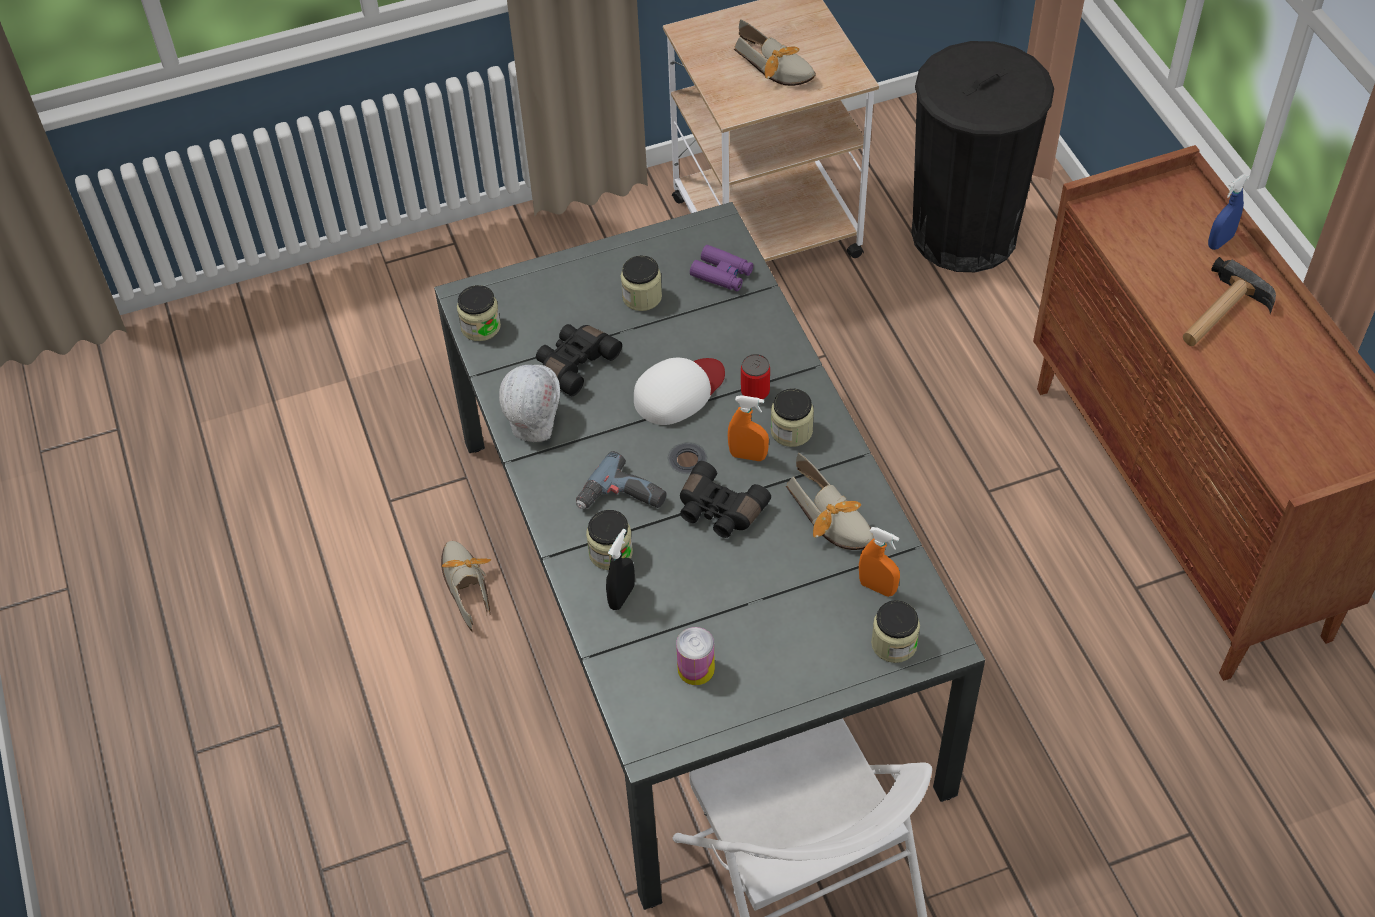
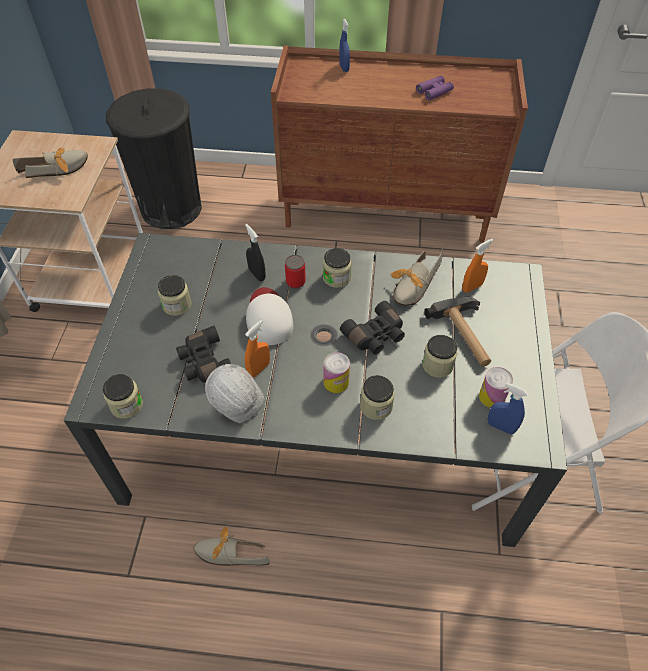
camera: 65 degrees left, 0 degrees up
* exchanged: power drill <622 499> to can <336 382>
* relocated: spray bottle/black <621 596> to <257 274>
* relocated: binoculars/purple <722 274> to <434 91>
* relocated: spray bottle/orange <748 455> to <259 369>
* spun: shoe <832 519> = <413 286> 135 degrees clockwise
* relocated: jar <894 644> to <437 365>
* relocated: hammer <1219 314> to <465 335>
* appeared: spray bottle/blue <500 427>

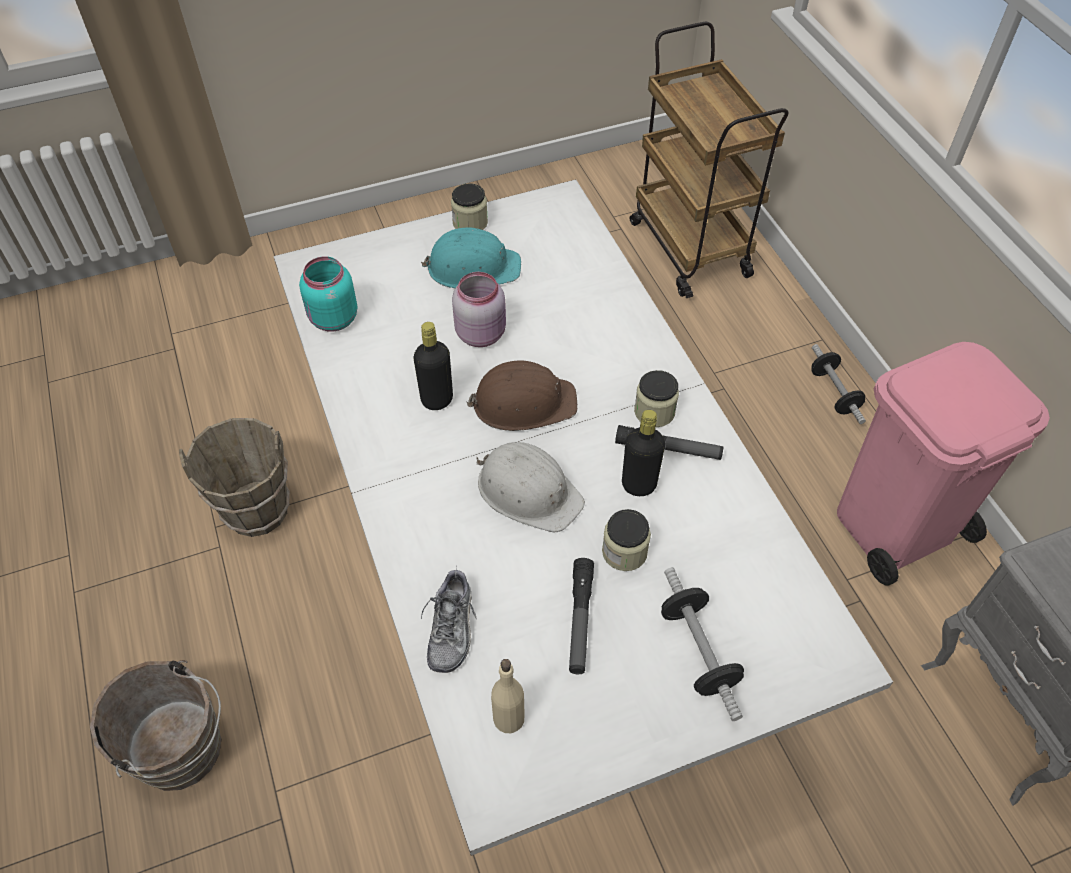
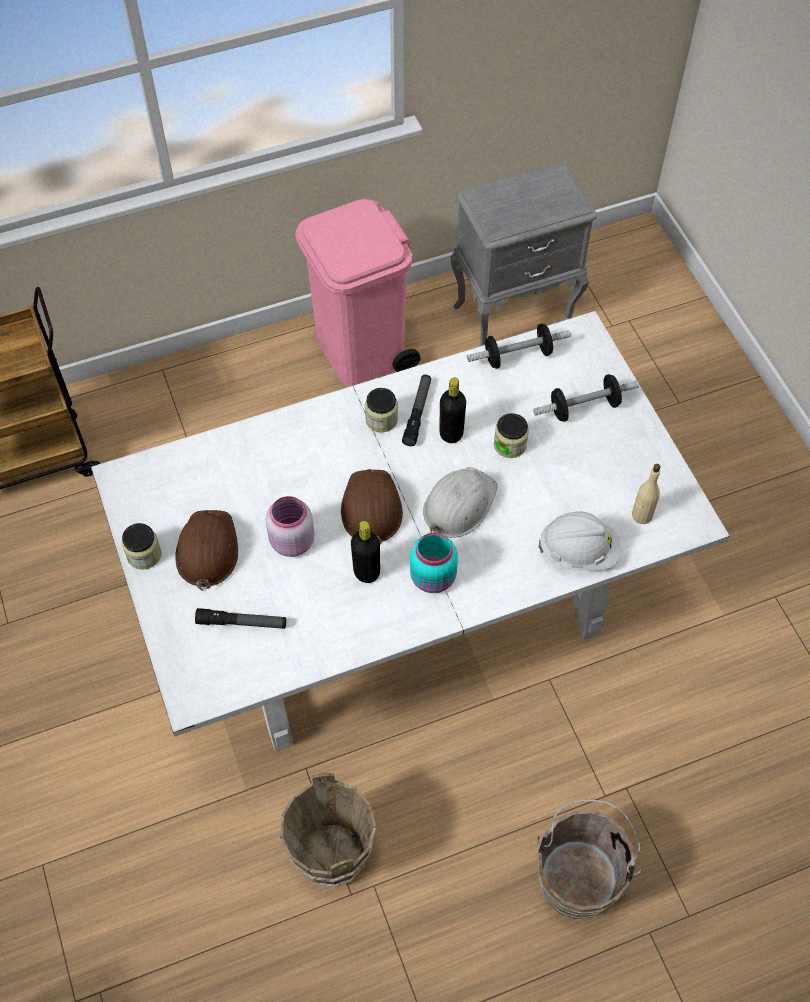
camera: 90 degrees left, 5 degrees up
* relocated: jar/turquoise <332 319> to <434 578>
* colour: hard hat/turquoise <473 267> to hard hat/brown <207 550>
* exchanged: shoe <451 628> to hard hat/white <578 552>
* relocated: flashlight <580 619> to <241 623>
* relocated: dumbbell <834 393> to <517 356>

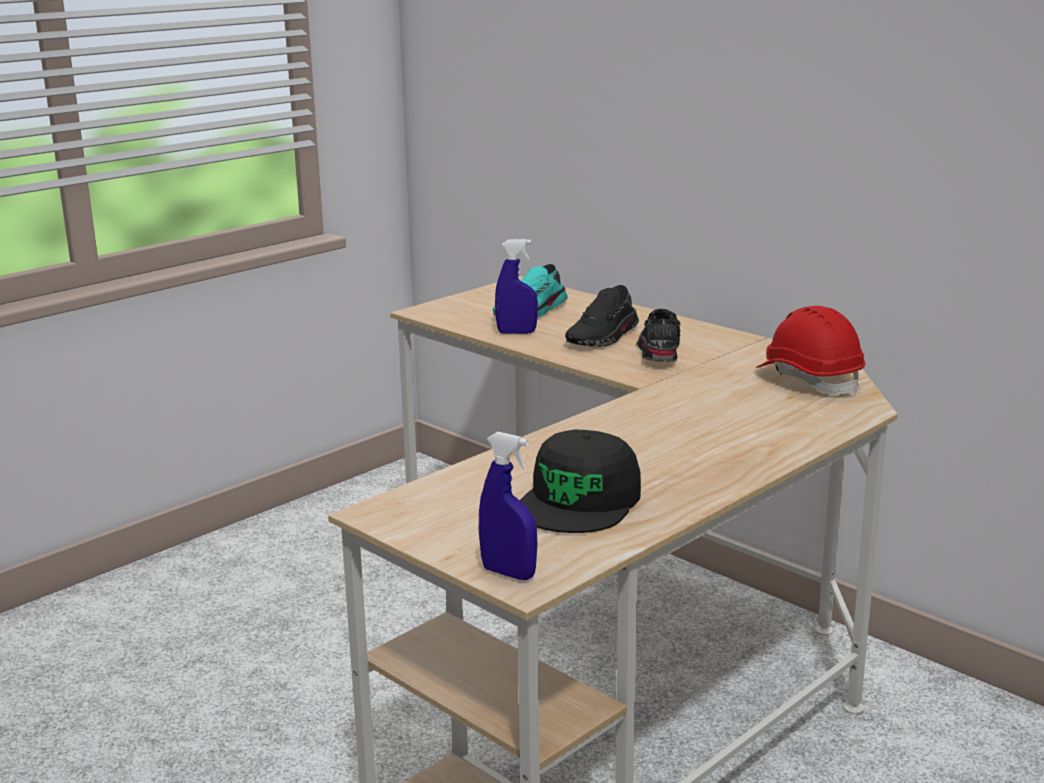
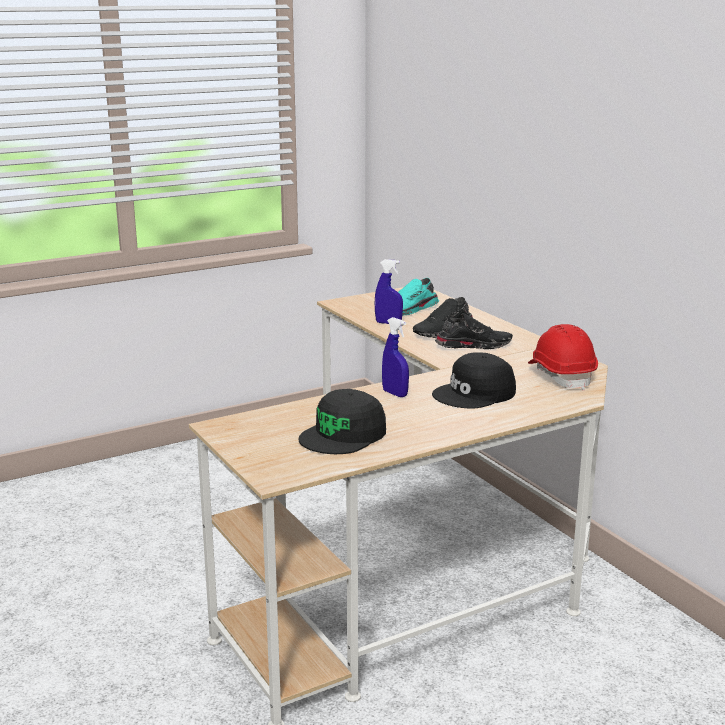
camera: 15 degrees right, 0 degrees up
* relocated: spray bottle/blue <508 573> to <395 394>
* spun: shoe/black <658 351> = <473 345> 60 degrees clockwise
* appeared: cap/black <475 394>

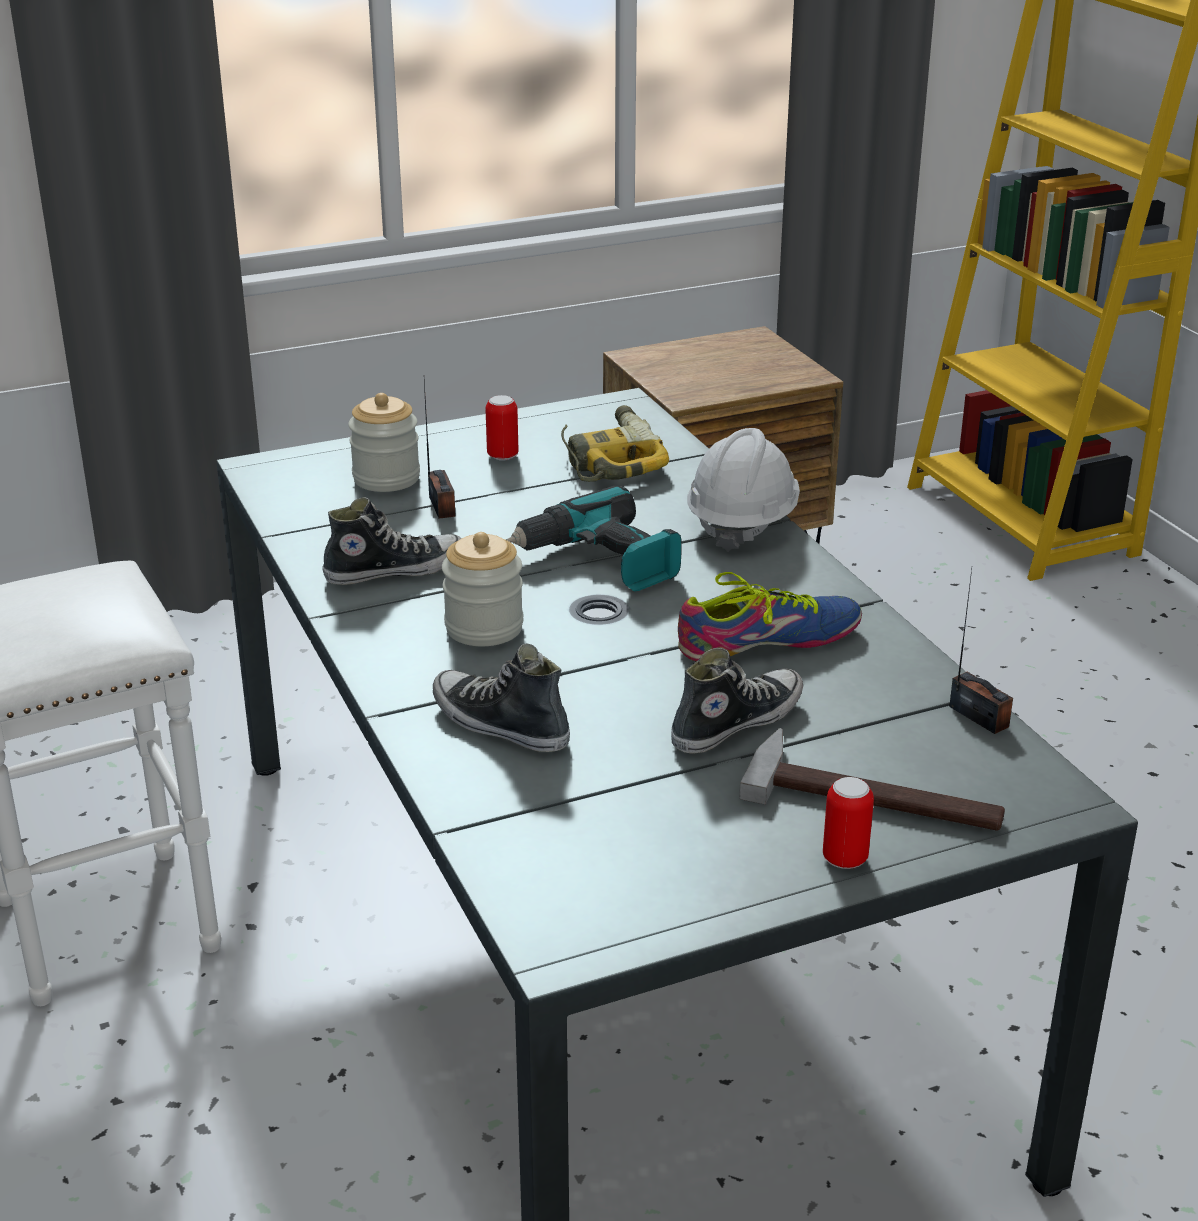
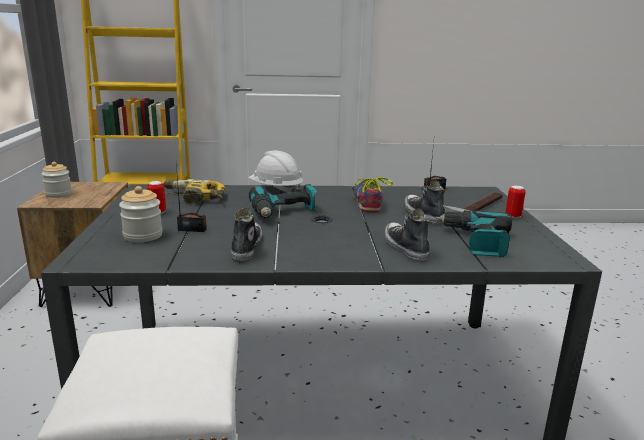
camera: 70 degrees left, 10 degrees down
* spun: shoe <499 724> = <405 247> 105 degrees clockwise
* relocated: jar <484 628> to <58 194>
* appeared: power drill <475 241>

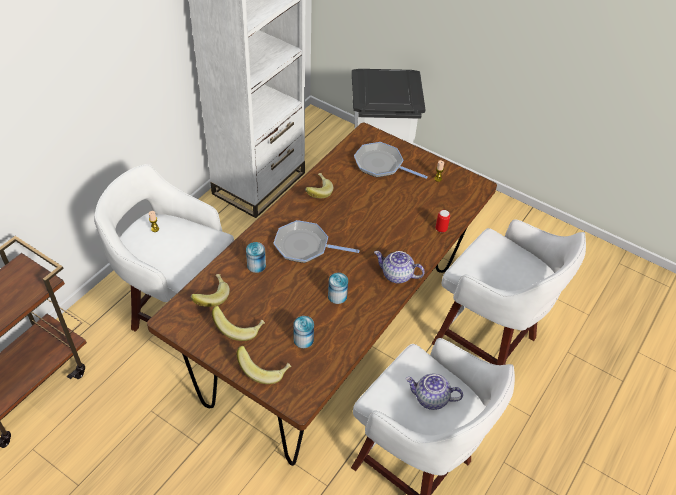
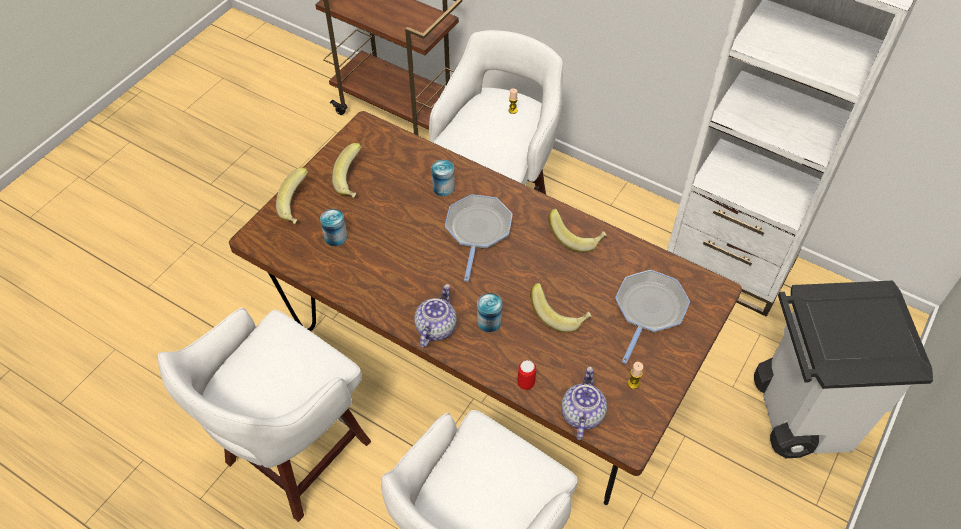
camera: 90 degrees right, 5 degrees up
* relocated: banana <210 297> to <559 315>
* relocated: can <337 296> to <489 321>
* relocated: teapot <431 398> to <581 414>

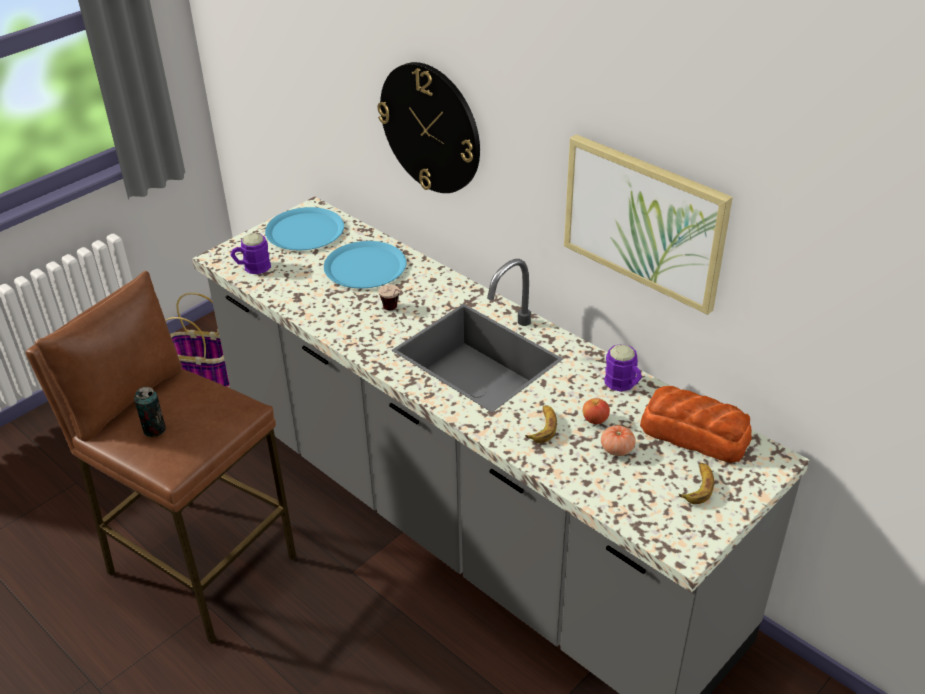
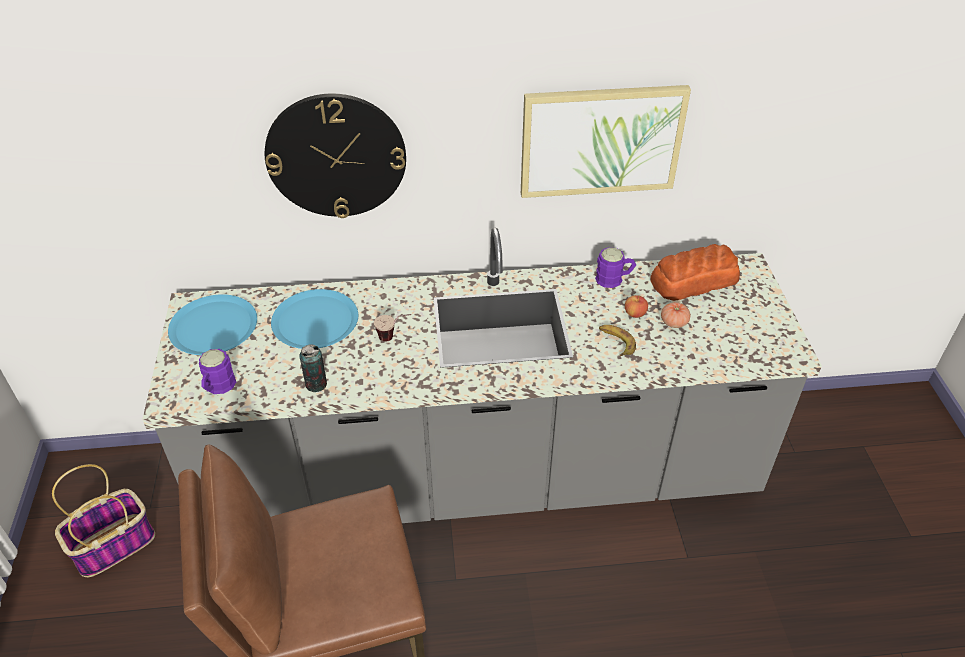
camera: 50 degrees left, 5 degrees up
* relocated: can <154 429> to <316 384>
* missing: banana <698 486>

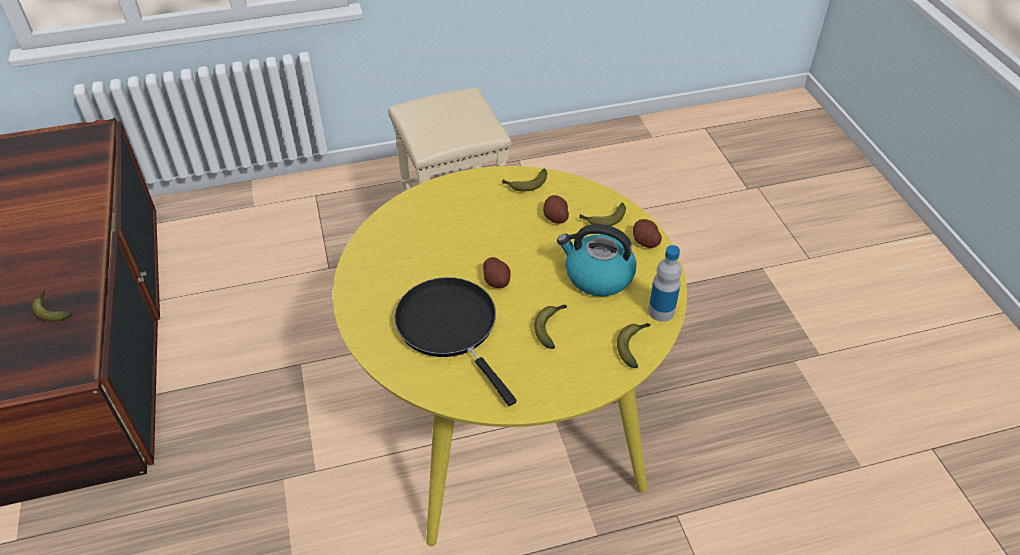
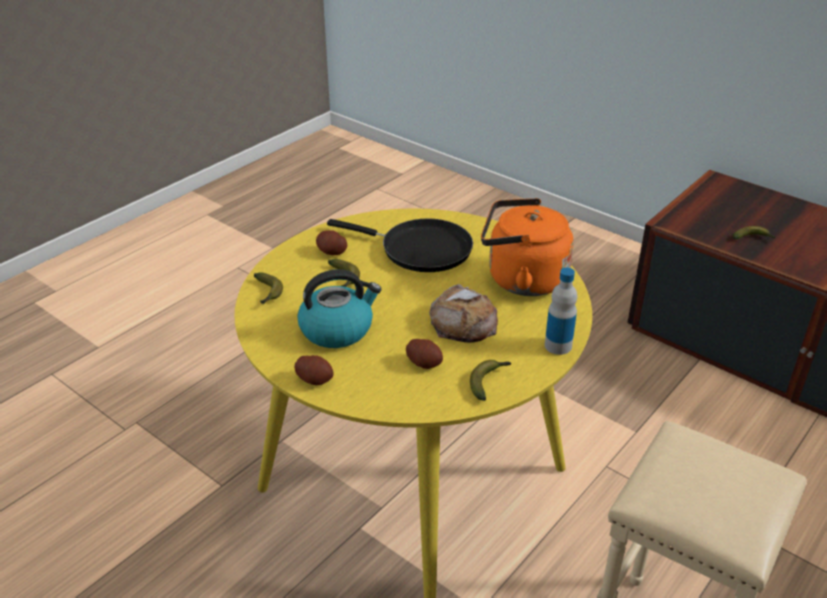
camera: 145 degrees right, 10 degrees down
* relocated: potato <496 281> to <331 252>
* missing: banana <603 220>
* relocated: bottle <661 311> to <558 345>
* appeared: bread <463 322>
* appeared: kettle/orange <521 279>

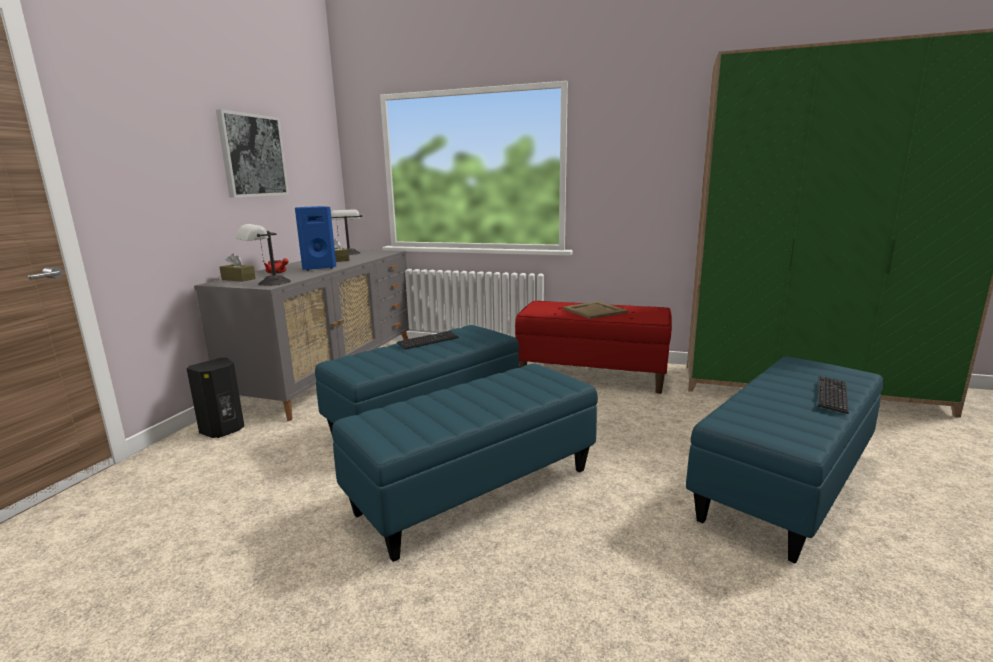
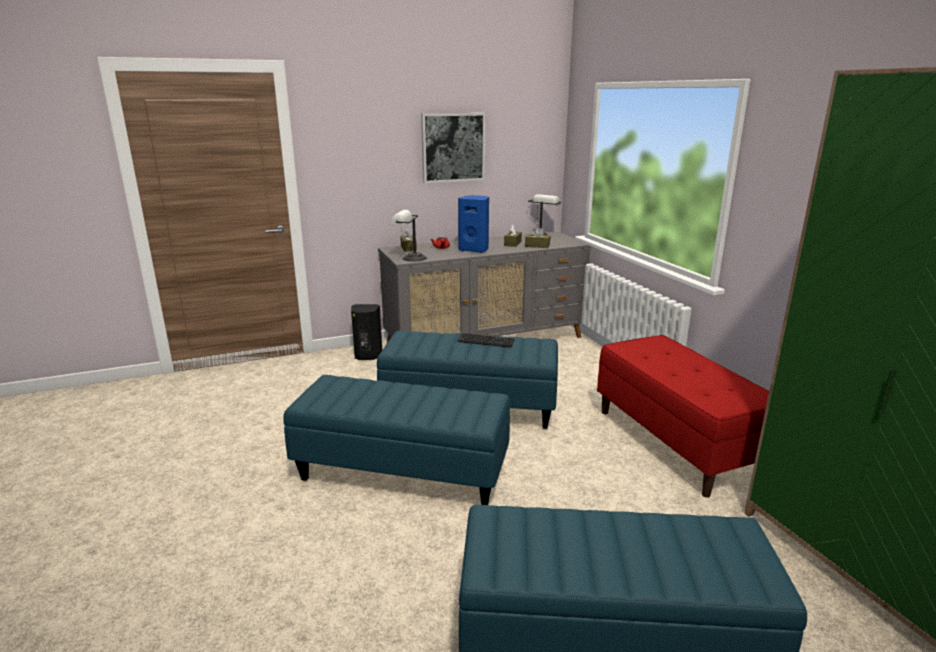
camera: 50 degrees right, 5 degrees up
* missing: tray/beige <594 310>
* missing: keyboard <832 396>
* appeared: tissue box/brown <537 246>

